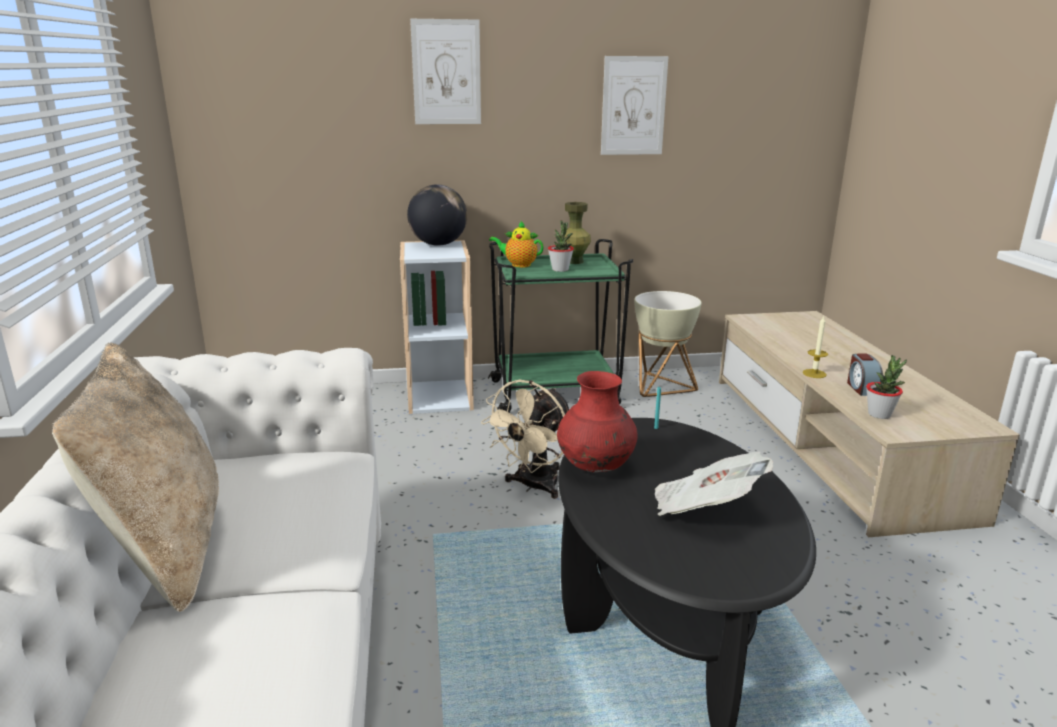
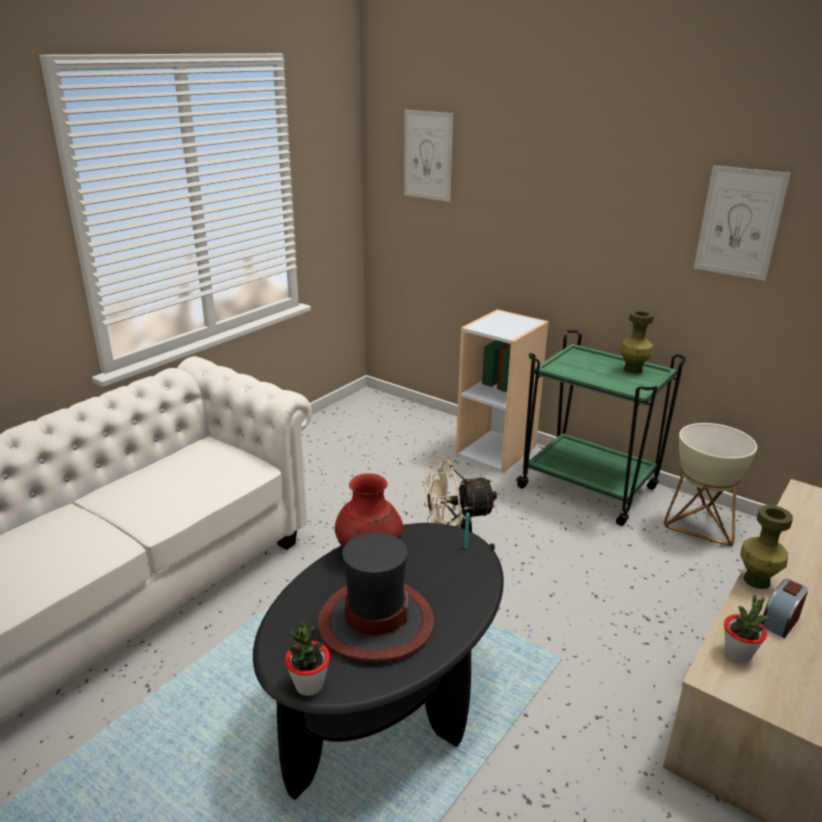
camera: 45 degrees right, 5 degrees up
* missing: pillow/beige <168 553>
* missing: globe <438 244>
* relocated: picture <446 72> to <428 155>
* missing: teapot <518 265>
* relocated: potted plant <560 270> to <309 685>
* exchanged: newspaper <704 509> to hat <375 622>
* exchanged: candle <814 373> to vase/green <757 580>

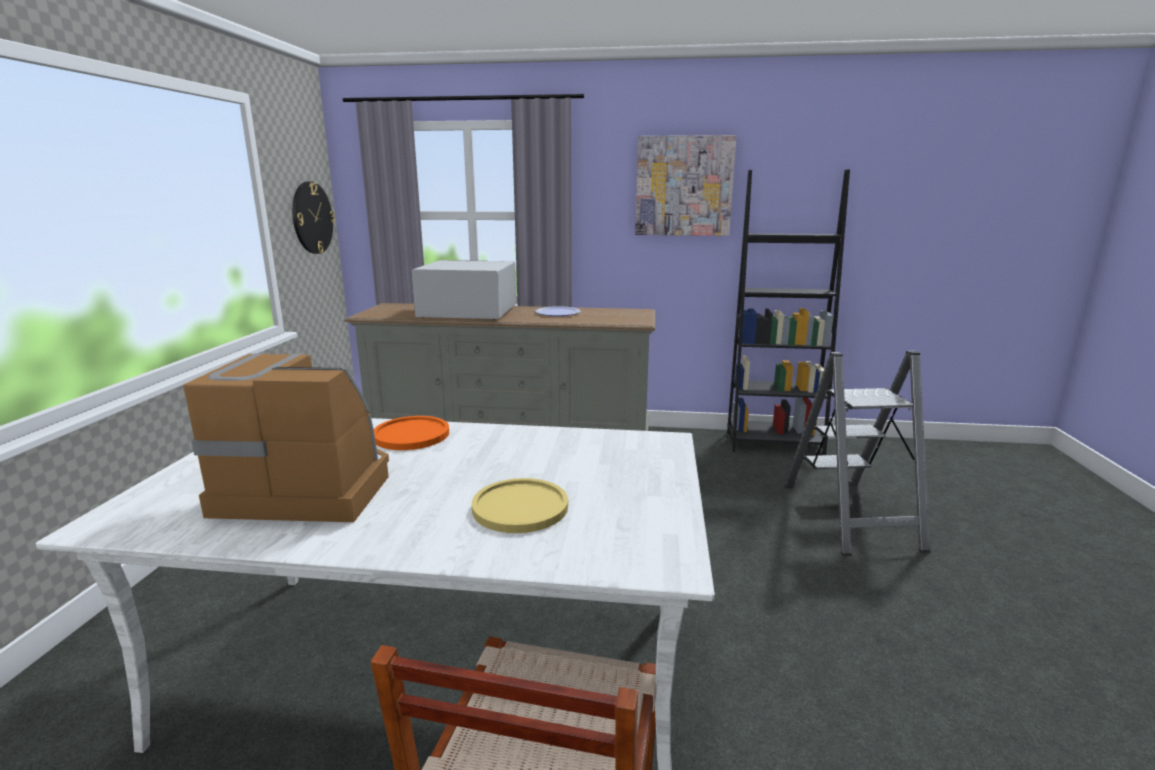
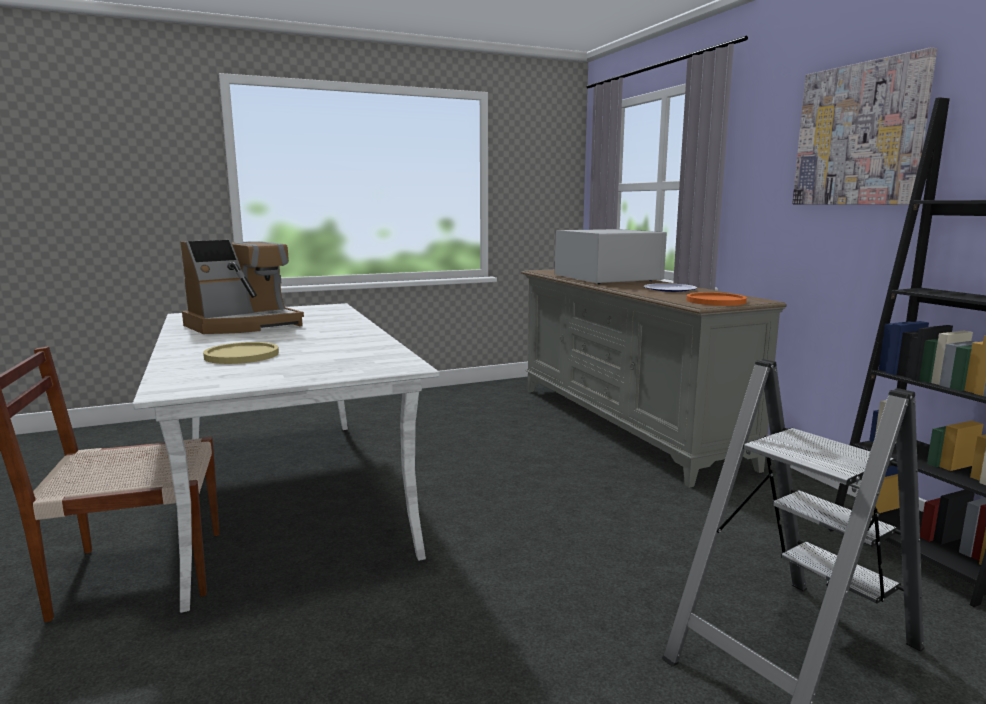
camera: 60 degrees right, 5 degrees down
* spun: coffee machine <306 487> = <244 325> 75 degrees clockwise
* missing: wall clock <312 218>
* relocated: plate/orange <411 435> to <715 301>

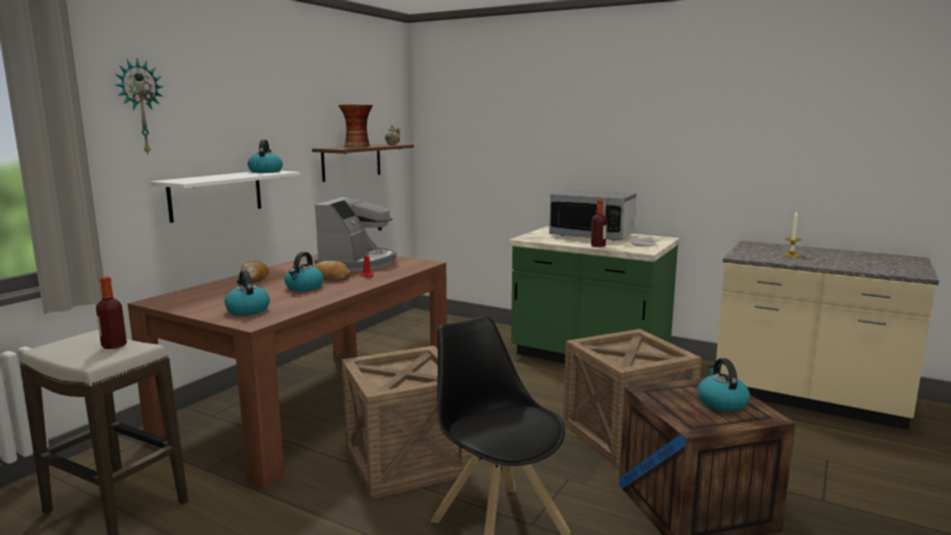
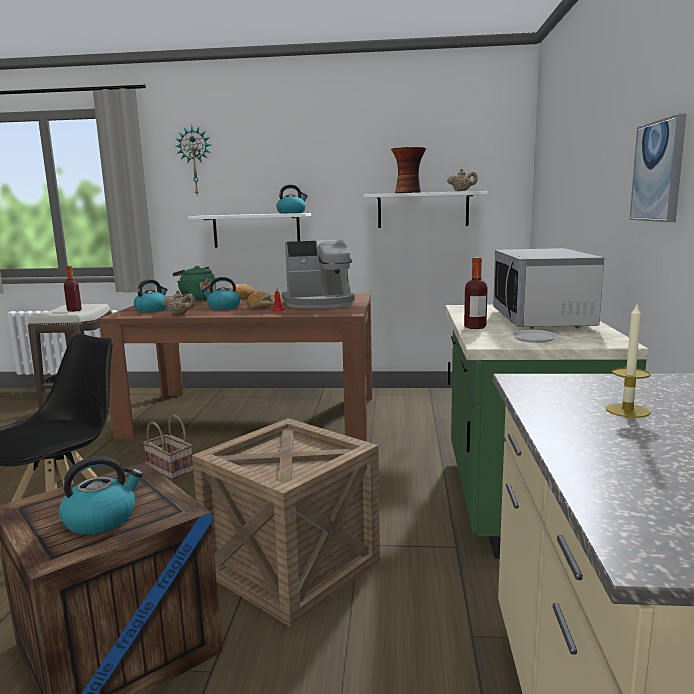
camera: 65 degrees right, 0 degrees up
* colour: shelf/brown <351 162> to shelf/white <423 210>
* exchanged: crate <406 461> to basket <171 469>
* appeared: teapot/beige <180 314>
* appeared: kettle/green <197 299>
* appeared: picture <658 171>

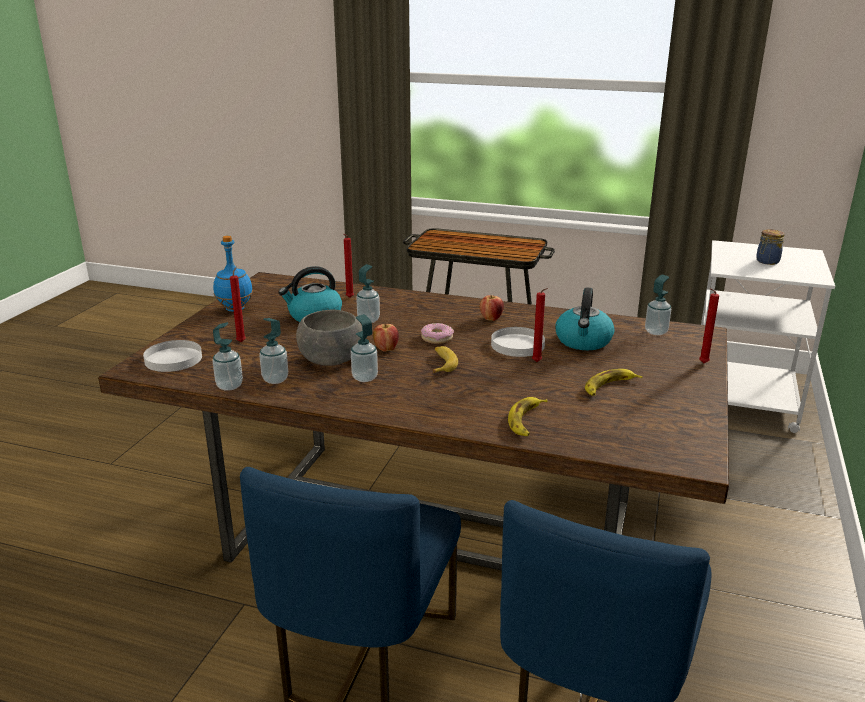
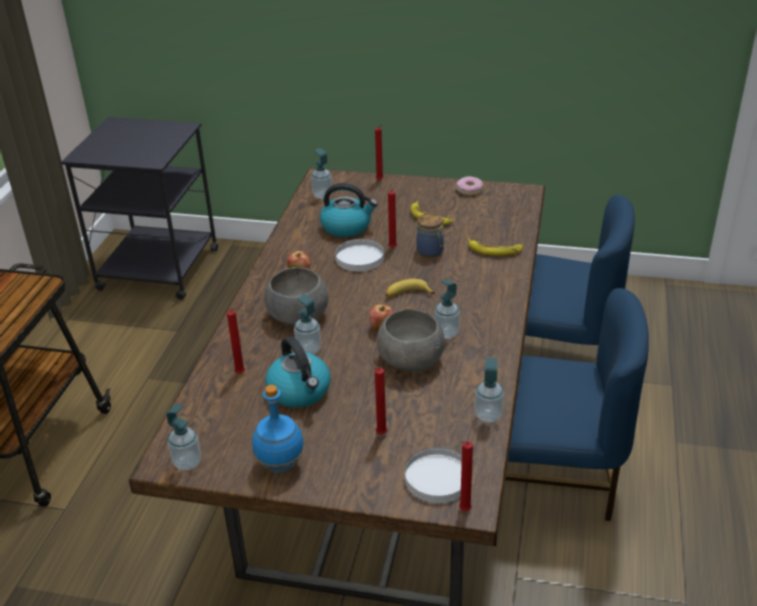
camera: 95 degrees left, 10 degrees up
* relocated: soap dispenser <275 379> to <187 462>
* relocated: donut <437 338> to <469 190>
* colour: cart/white <744 401> to cart/black <159 268>
* relocated: jar <766 261> to <431 251>
* appeared: bowl/grey <297 315>
* appeared: candle/red <463 510>

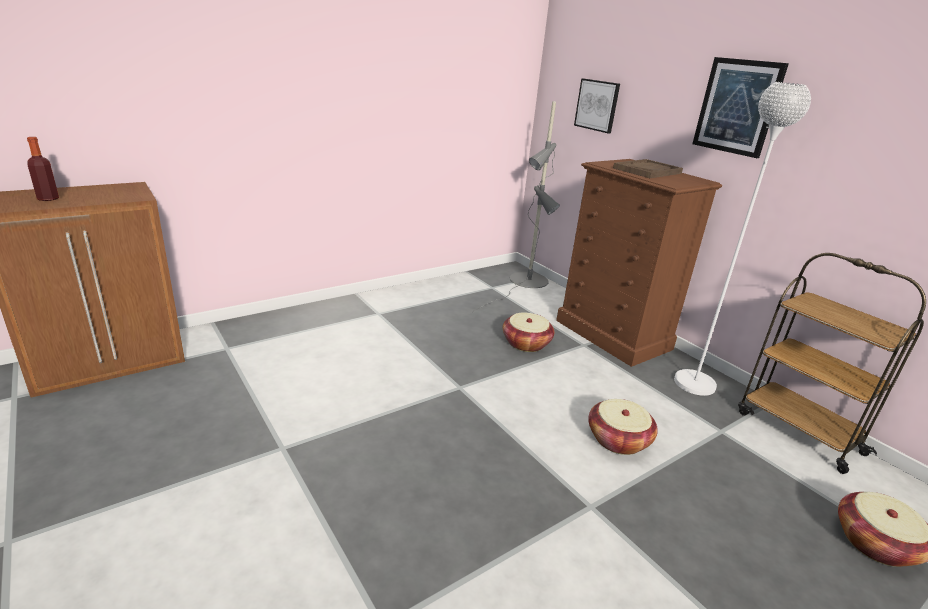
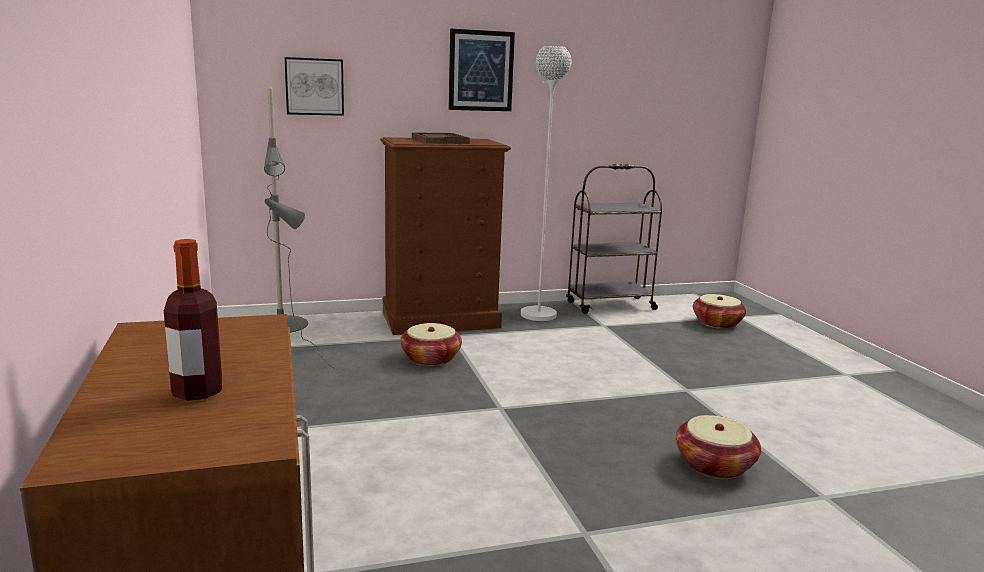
camera: 70 degrees left, 10 degrees down
* relocated: basket <618 440> to <714 465>
* colour: cart/brown <797 431> to cart/grey <609 306>

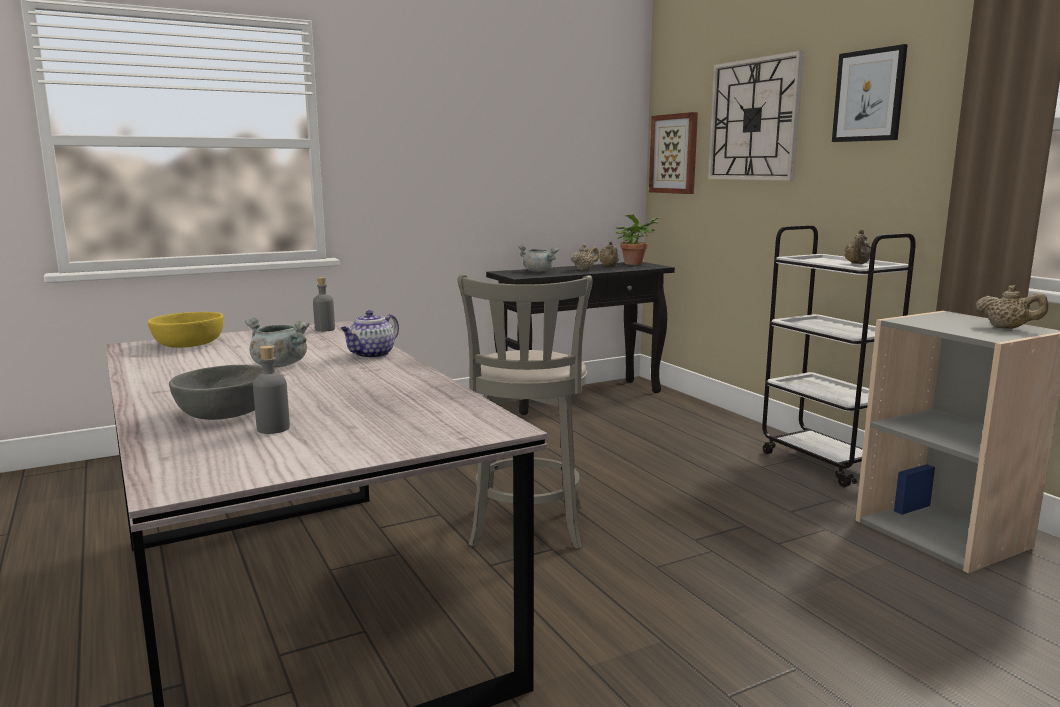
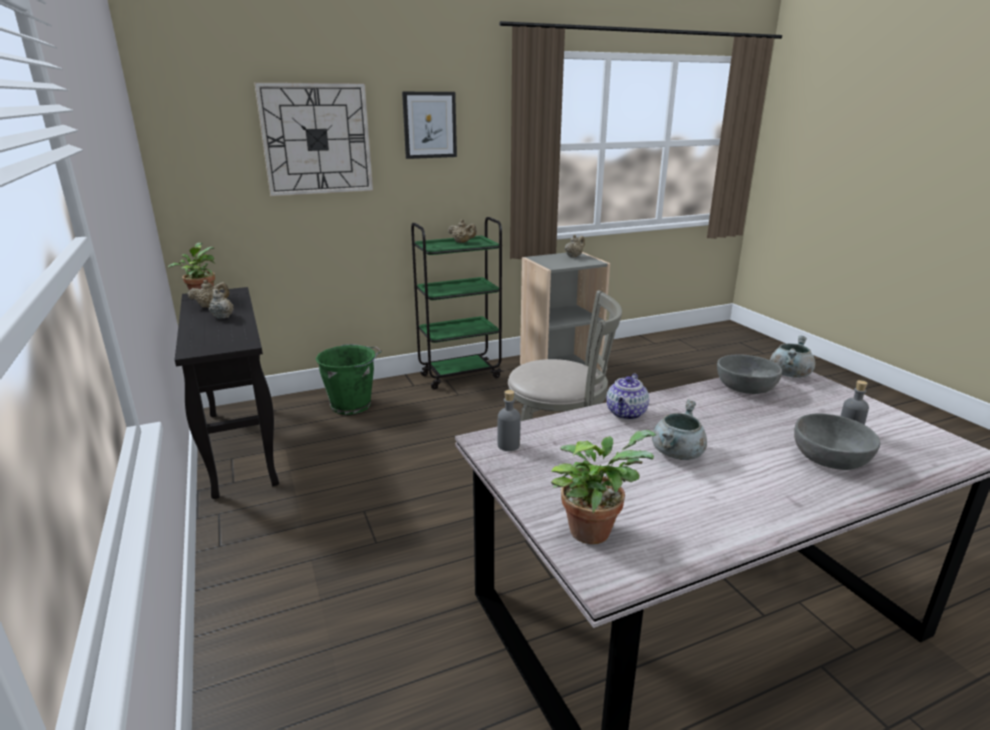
camera: 85 degrees left, 10 degrees up
* exchanged: bowl/yellow <188 344> to potted plant <593 528>
* spun: teapot <371 355> = <626 414> 75 degrees clockwise
* relocated: cooking pot/grey <538 271> to <789 374>
* missing: picture <674 154>
* colour: cart/white <824 464> to cart/green <460 376>
* appeared: bucket/green <353 405>
* appeared: bowl/grey <745 387>

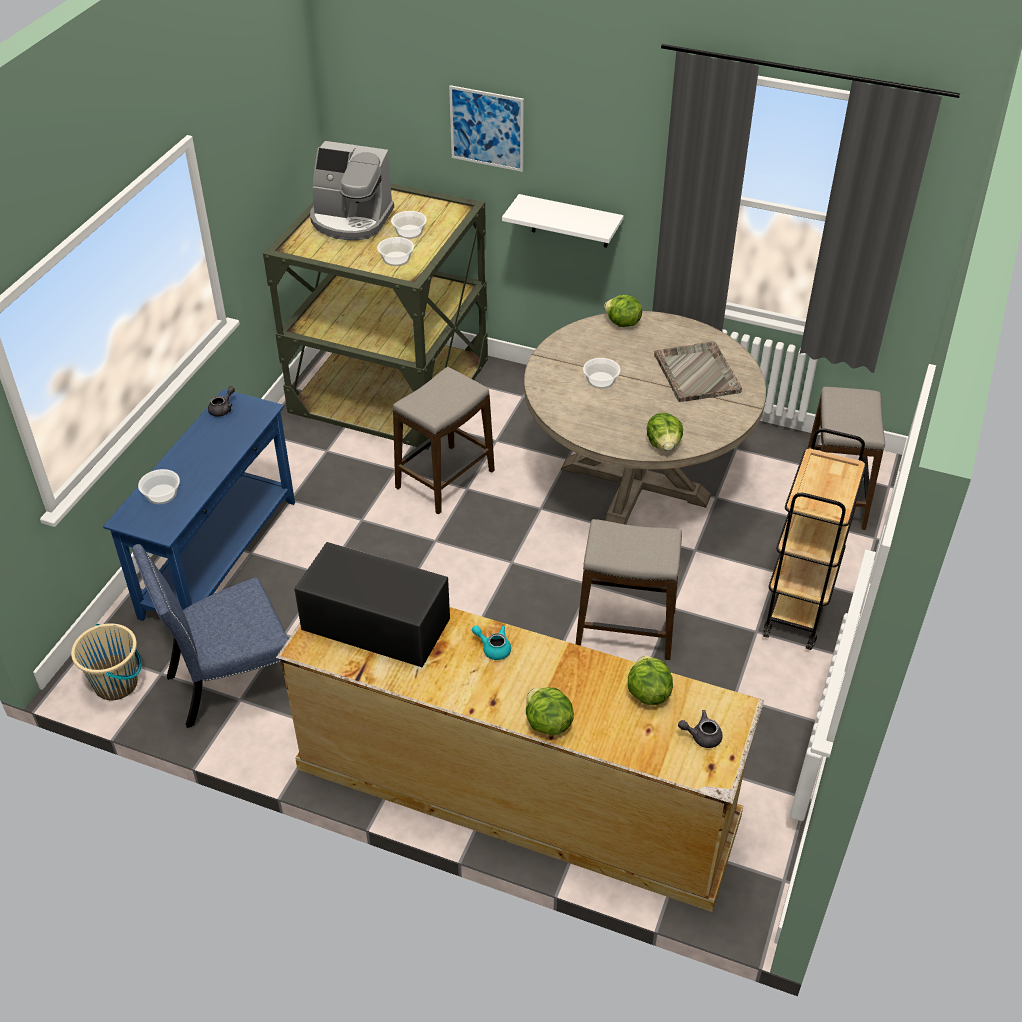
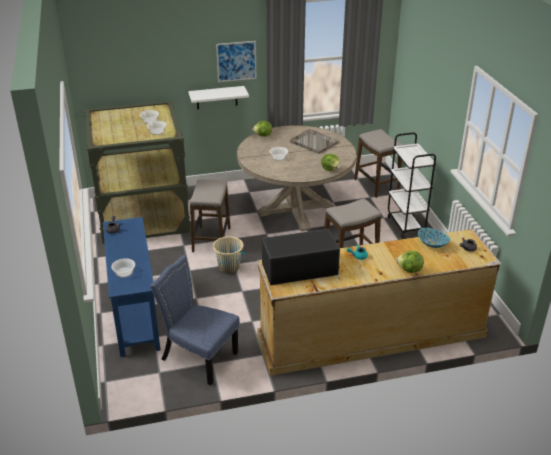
camera: 35 degrees left, 10 degrees down
* relocated: bucket/beige <116 684> to <229 267>
* spun: chair/blue <232 682> = <200 358> 90 degrees clockwise
* missing: coffee machine <351 220>
* relocated: picture <487 128> to <236 61>
* exchanged: lettuce <648 693> to bowl <432 244>
* colour: cart/brown <798 612> to cart/white <406 227>

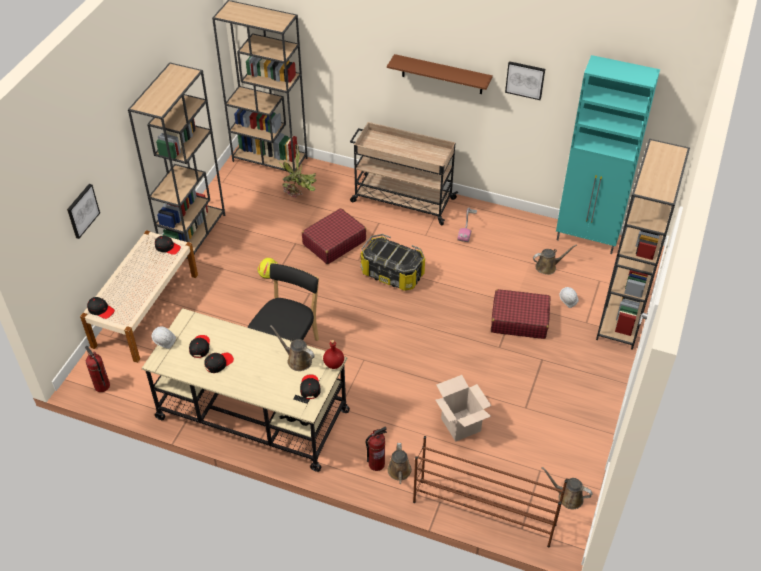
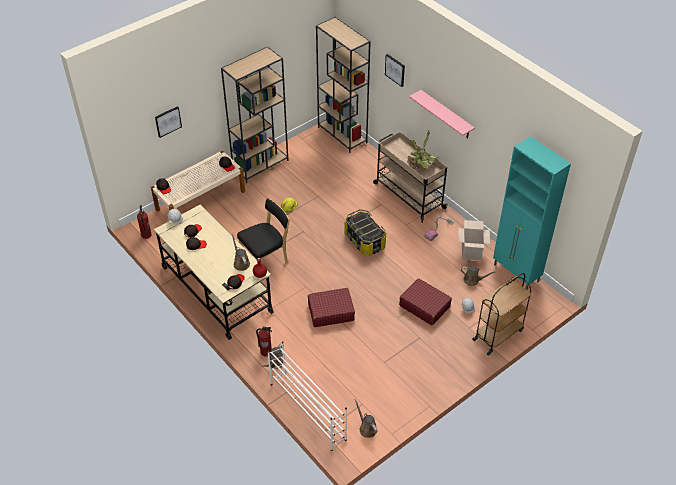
camera: 30 degrees right, 0 degrees up
* relocated: potted plant <300 192> to <421 167>
* relocated: suitcase/red <334 242> to <330 312>
* colour: shelf/brown <442 74> to shelf/pink <446 115>
* colour: shoe rack/brown <483 512> to shoe rack/white <307 411>
* relocated: cardboard box <460 425> to <471 252>
* relocated: picture <525 80> to <395 69>
* exchanged: bookcase <622 316> to cart/brown <498 335>

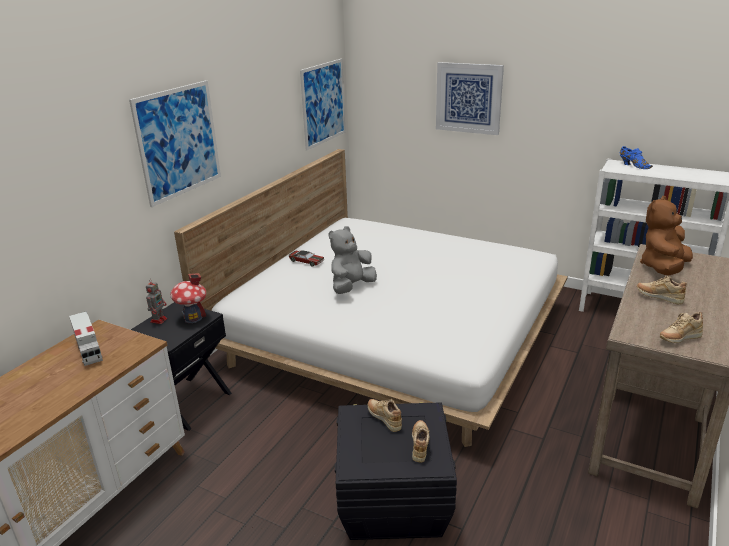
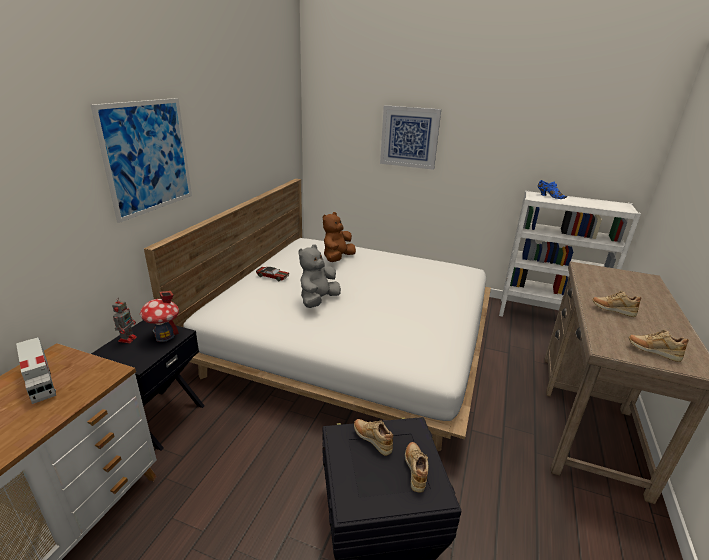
camera: 10 degrees left, 0 degrees up
* missing: picture <323 103>
* relocated: plush toy/brown <663 268> to <337 258>
* spun: shoe/beige <678 339> = <652 352> 60 degrees clockwise

